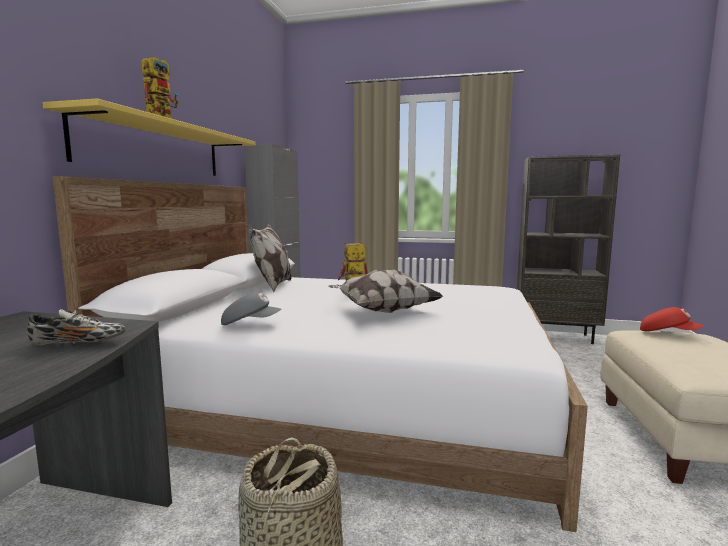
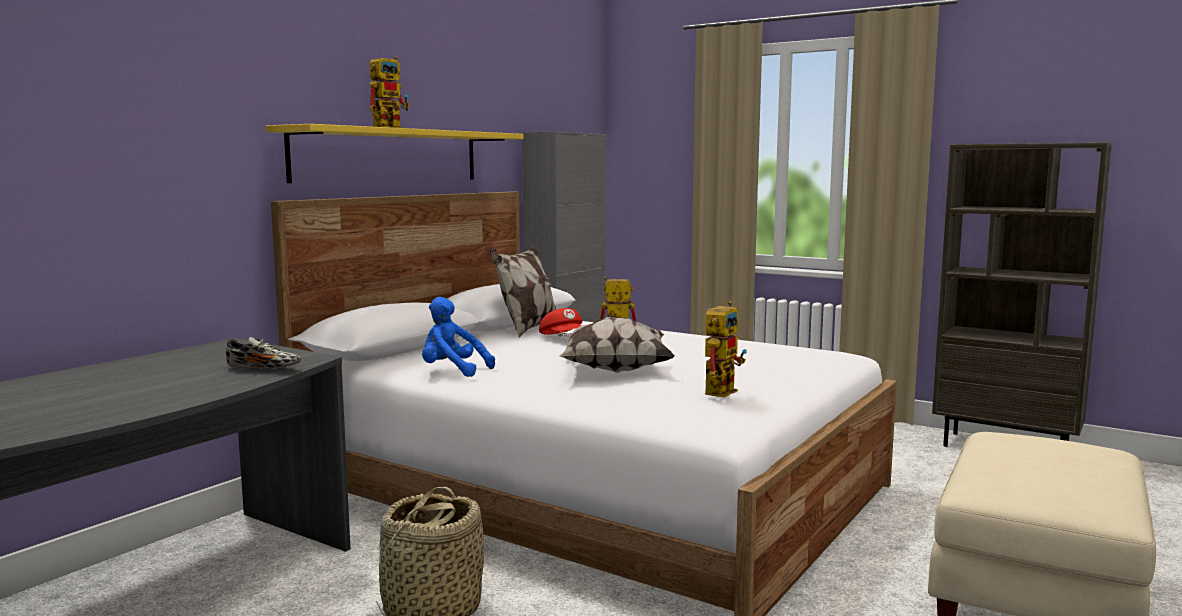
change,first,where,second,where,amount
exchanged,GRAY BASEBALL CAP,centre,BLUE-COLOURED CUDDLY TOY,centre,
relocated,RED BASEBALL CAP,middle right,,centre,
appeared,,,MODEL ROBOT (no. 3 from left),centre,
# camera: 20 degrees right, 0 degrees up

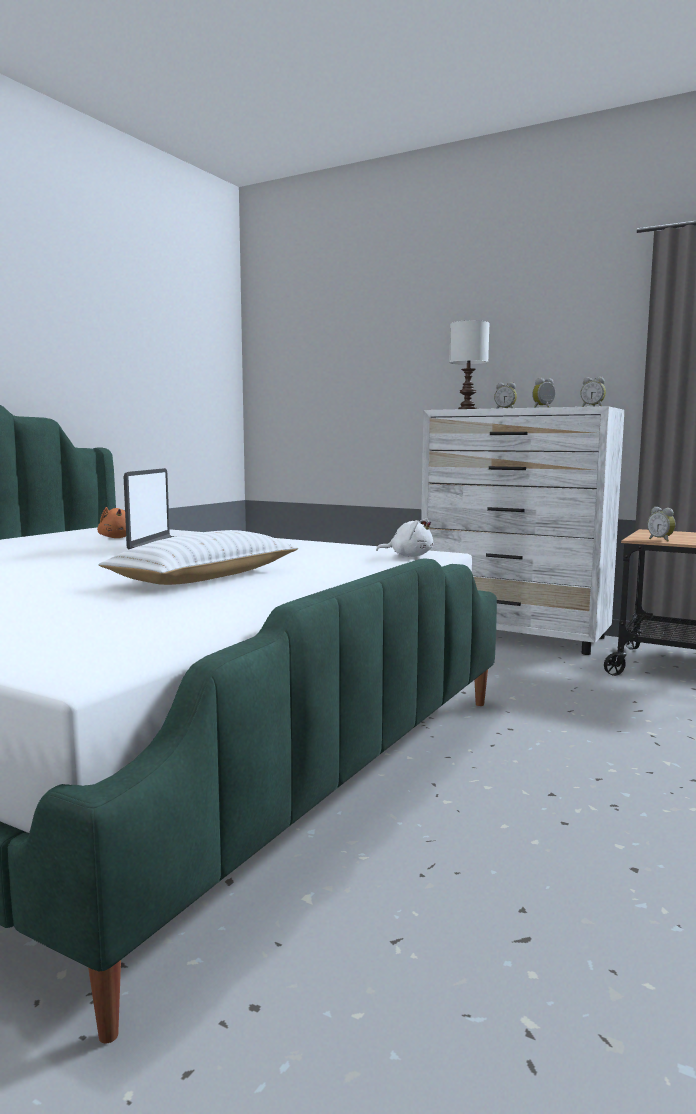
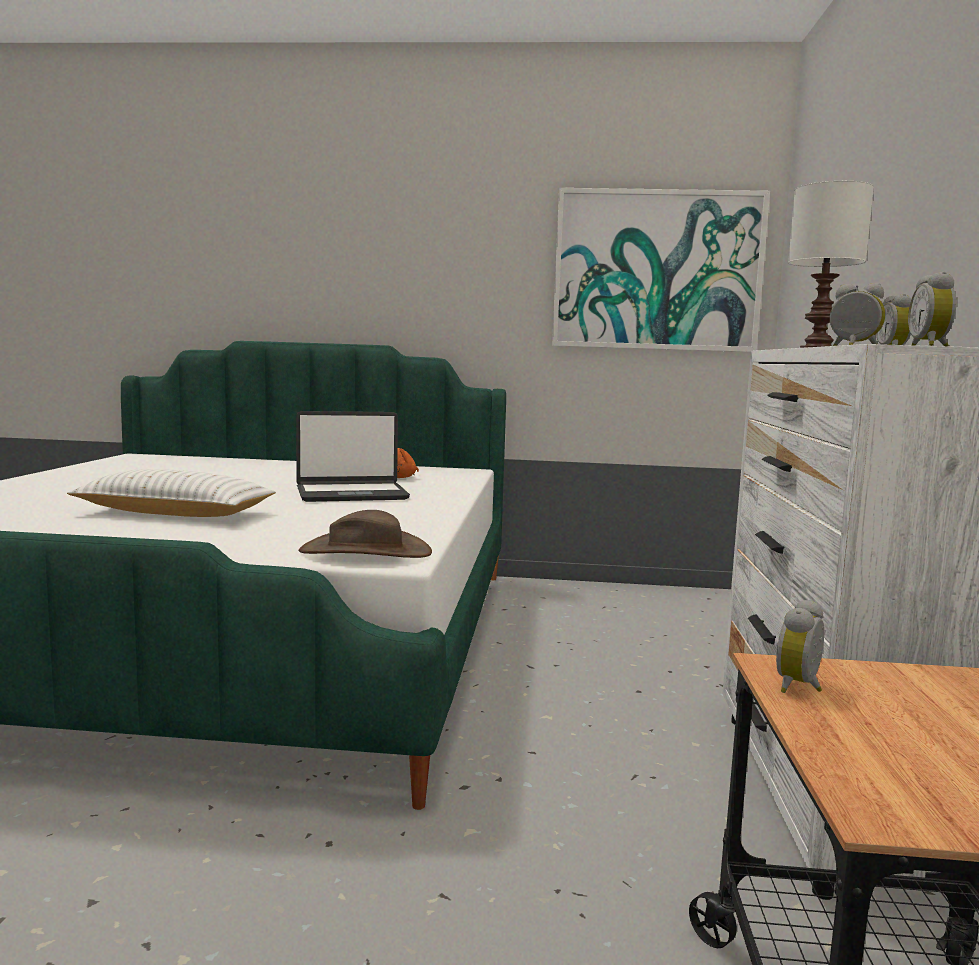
change,first,where,second,where,amount
exchanged,WHITE CUDDLY TOY,centre,BROWNISH WEARABLE HAT,centre,
appeared,,,PICTURE,top right,
# camera: 65 degrees right, 0 degrees up

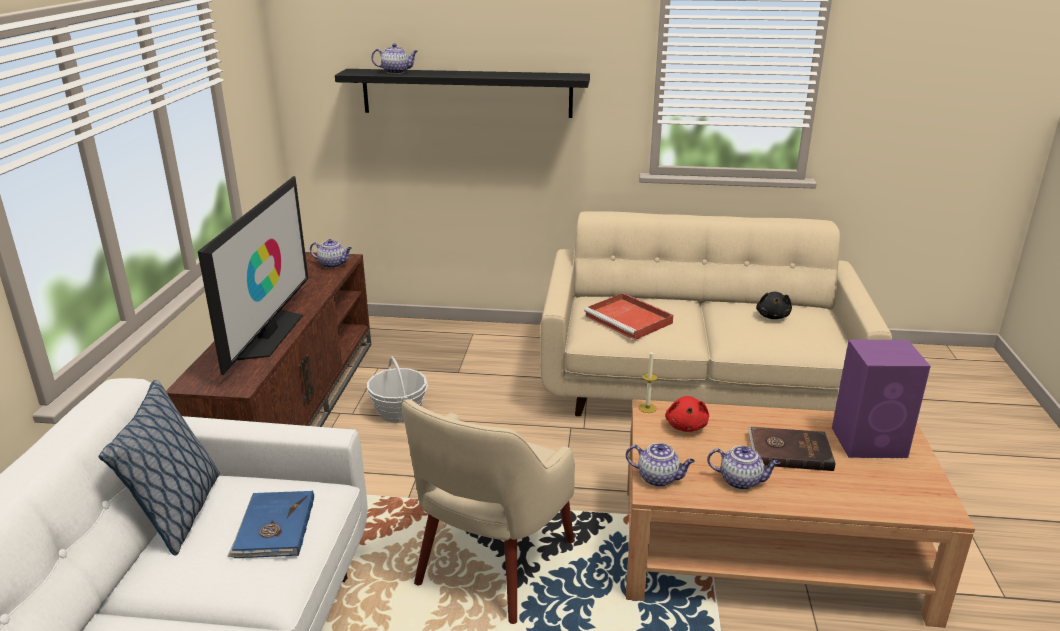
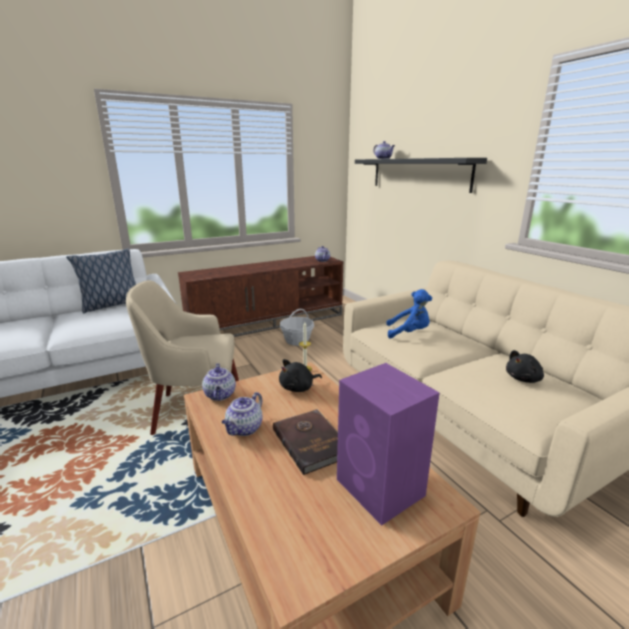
change,first,where,second,where,amount
missing,TV SET,middle left,,,
exchanged,RED TRAY,centre,BLUE-COLOURED CUDDLY TOY,centre,
colour,RED CUDDLY TOY,centre,BLACK CUDDLY TOY (no. 1 from left),centre,
spun,TEAPOT (no. 4 from left in the first image),bottom right,TEAPOT (no. 2 from left),centre,45 degrees clockwise
missing,BLUE-COLOURED BOOK,bottom left,,,
# camera: 55 degrees right, 5 degrees down

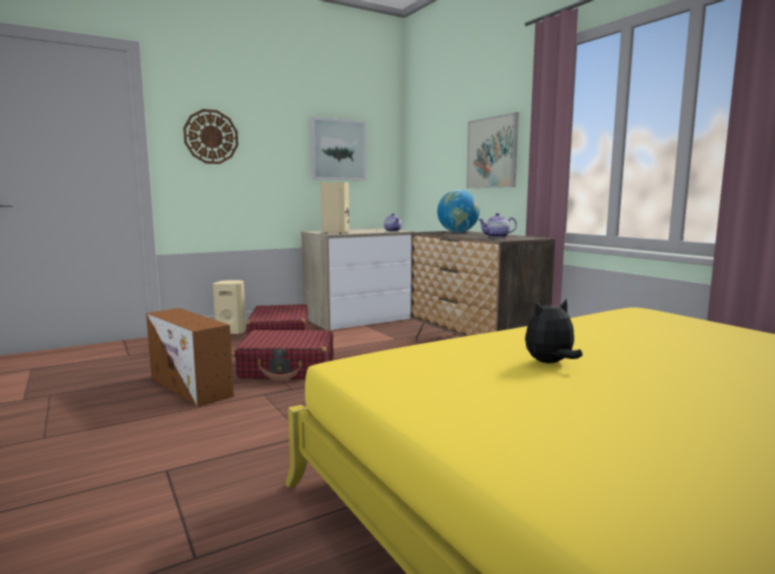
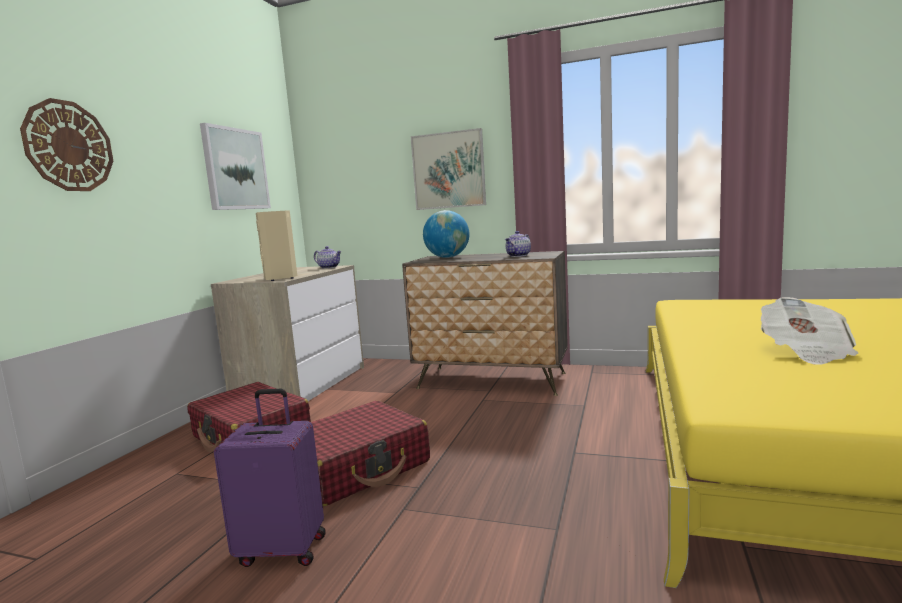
change,first,where,second,where,amount
missing,BEIGE-COLOURED LOUDSPEAKER (no. 1 from left),middle left,,,
exchanged,CUDDLY TOY,middle right,PRINTED PAPER,middle right,
exchanged,BROWNISH STORAGE CONTAINER,middle left,PURPLISH PIECE OF LUGGAGE,bottom left,
# camera: 40 degrees left, 0 degrees up

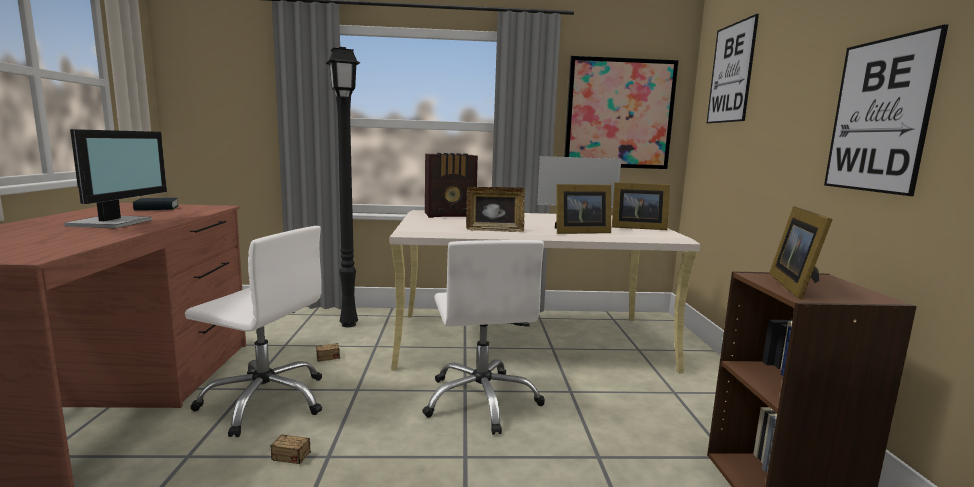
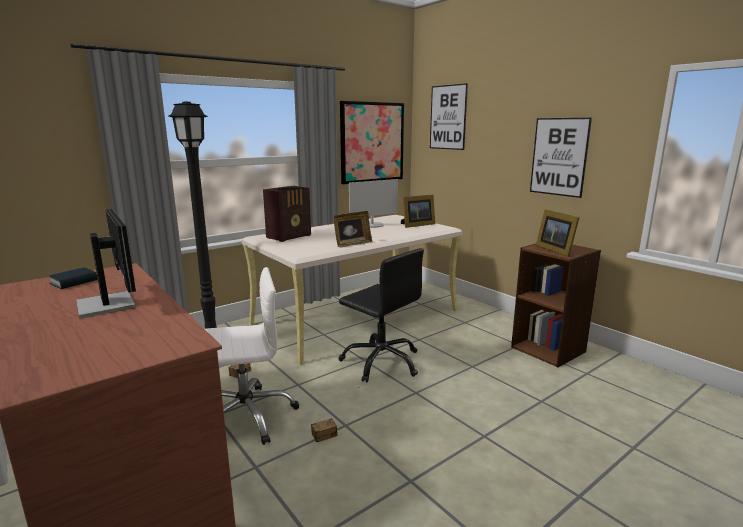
change,first,where,second,where,amount
missing,PICTURE FRAME (no. 2 from left),centre,,,
colour,WHITE COMPUTER CHAIR (no. 2 from left),bottom centre,BLACK COMPUTER CHAIR,centre,
# camera: 35 degrees left, 5 degrees up

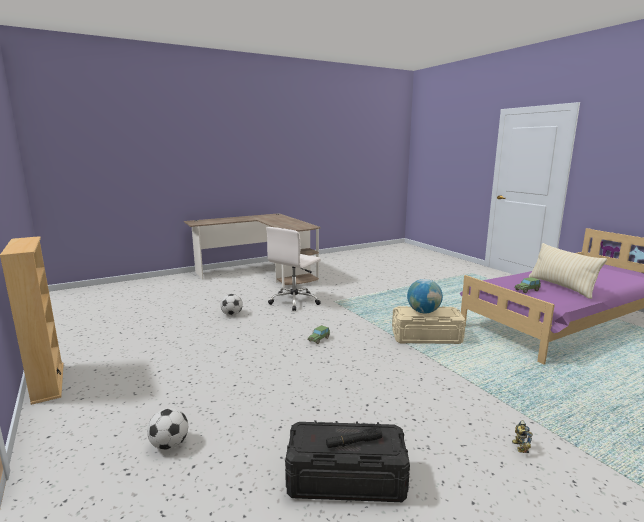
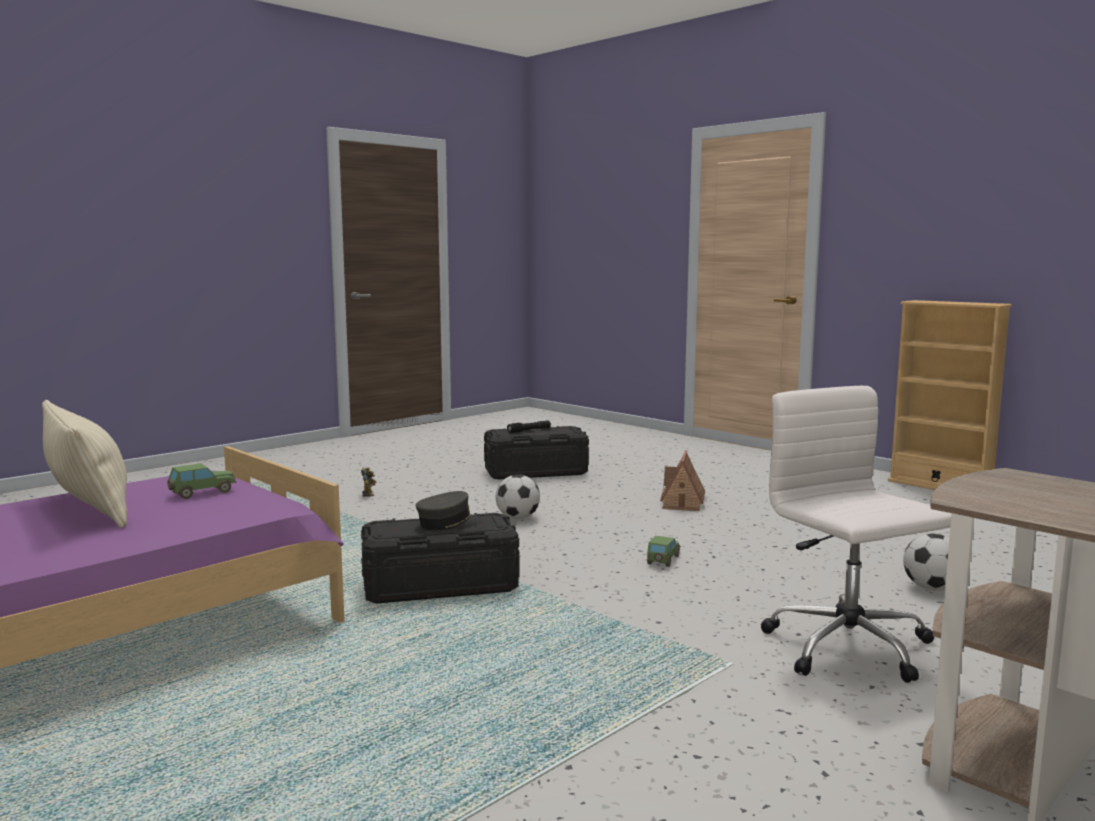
change,first,where,second,where,amount
spun,WHITE COMPUTER CHAIR,centre,,middle right,45 degrees counterclockwise
exchanged,WORLD GLOBE,centre,GRAY BASEBALL CAP,centre,
colour,BEIGE-COLOURED STORAGE CONTAINER,centre,BLACK STORAGE CONTAINER (no. 1 from left),bottom centre,
relocated,BALL FOR FOOTBALL (no. 1 from left),bottom left,,centre,
appeared,,,MODEL HOUSE,centre,
# camera: 165 degrees right, 5 degrees down

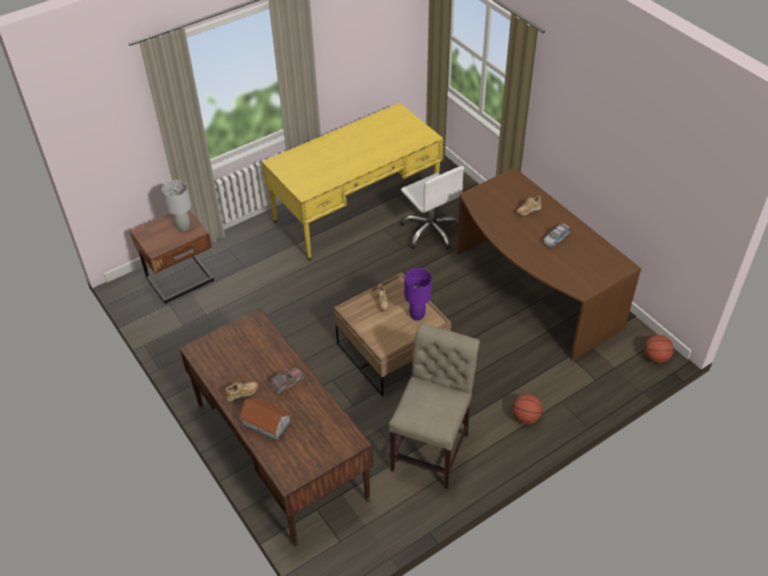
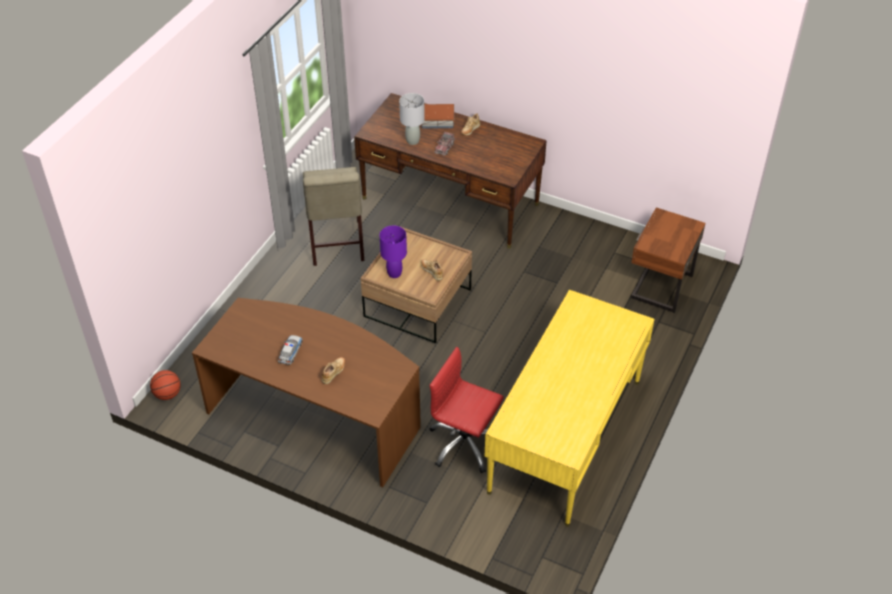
change,first,where,second,where,amount
colour,WHITE COMPUTER CHAIR,centre,RED COMPUTER CHAIR,bottom centre,
relocated,GRAY TABLE LAMP,middle left,,top centre,
missing,BALL FOR BASKETBALL (no. 1 from left),bottom right,,,
# camera: 150 degrees right, 0 degrees up

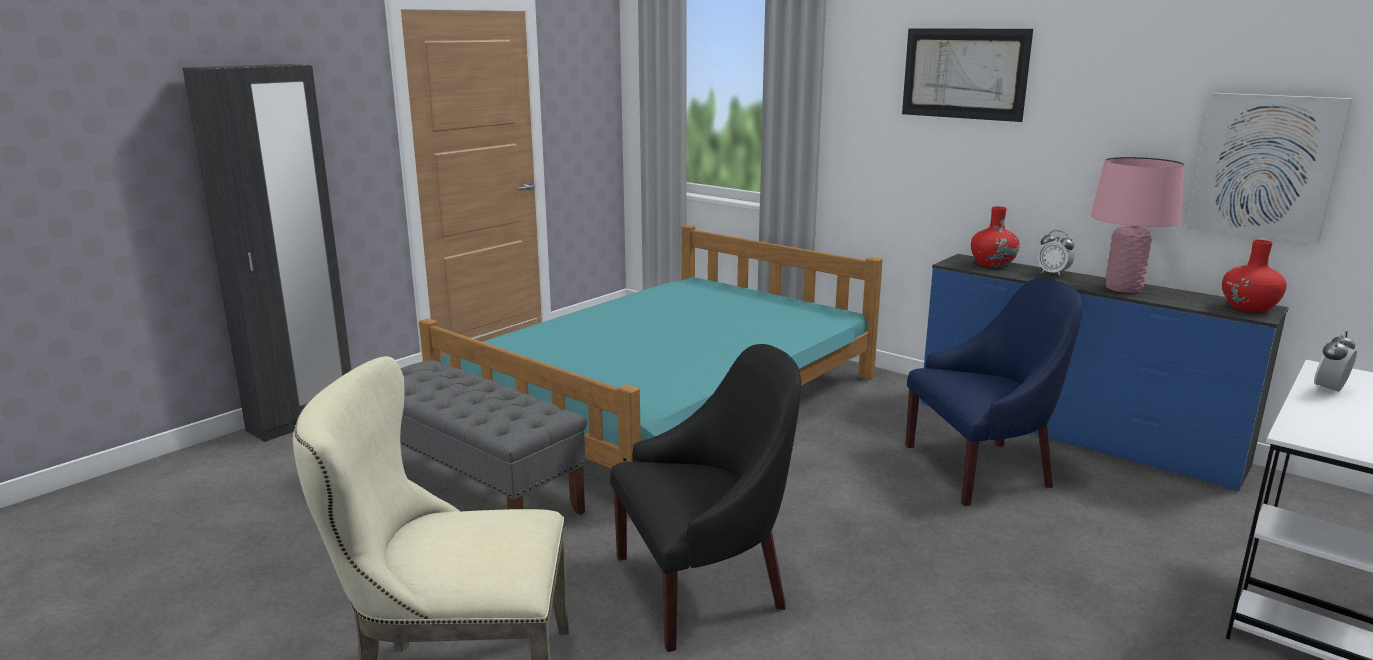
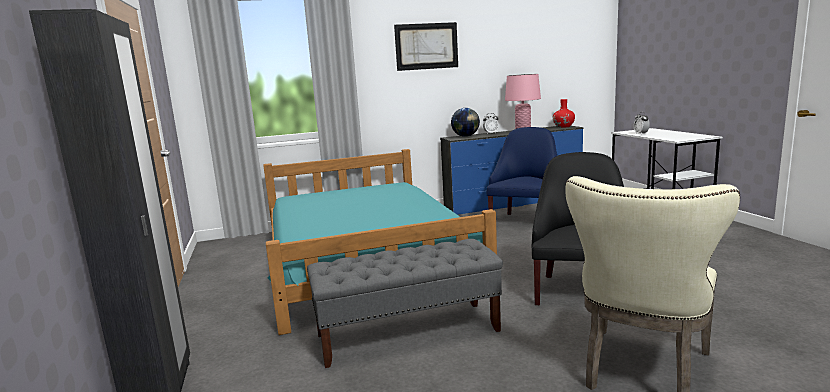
change,first,where,second,where,amount
missing,PICTURE (no. 2 from left),top right,,,
exchanged,RED VASE (no. 1 from left),middle right,WORLD GLOBE,top centre,
# camera: 55 degrees left, 5 degrees down

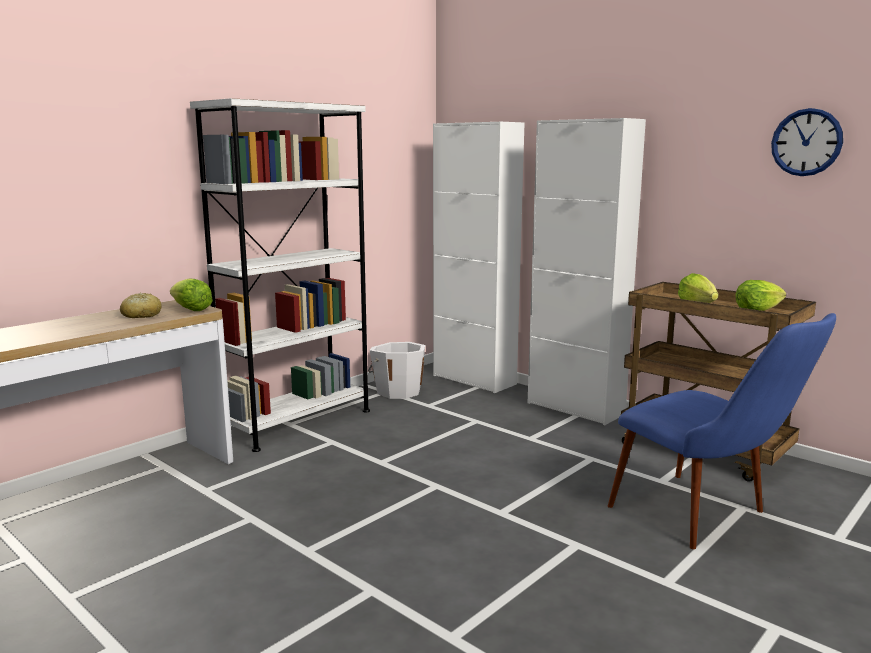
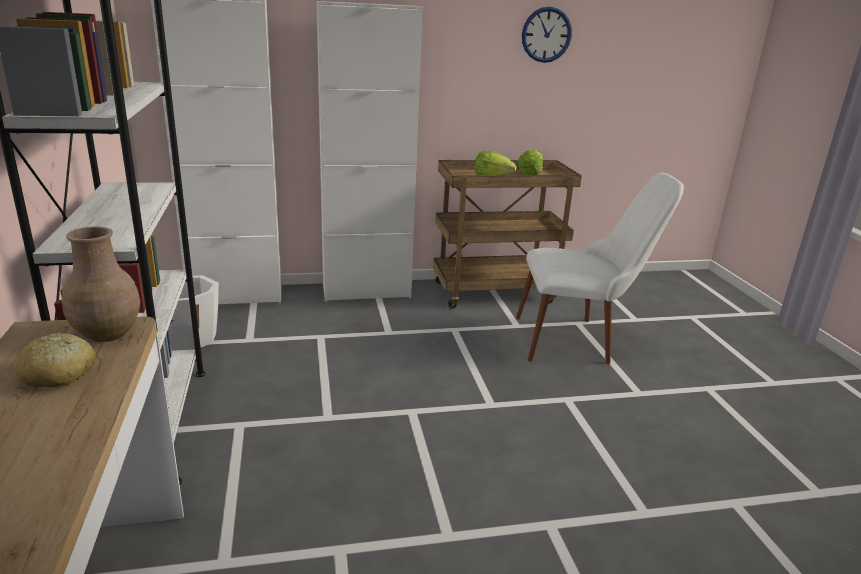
change,first,where,second,where,amount
exchanged,HEAD OF LETTUCE (no. 1 from left),middle left,BROWNISH VASE,middle left,
colour,BLUE-COLOURED UPRIGHT CHAIR,middle right,WHITE UPRIGHT CHAIR,middle right,
# camera: 55 degrees left, 10 degrees up

